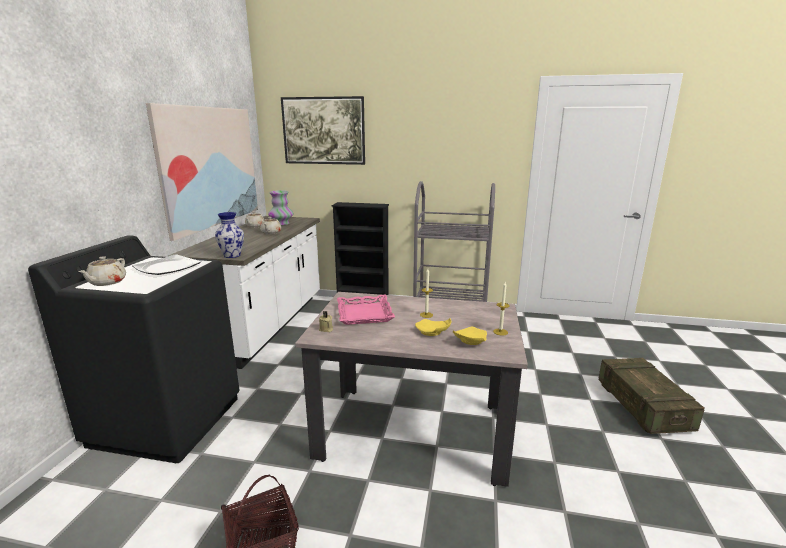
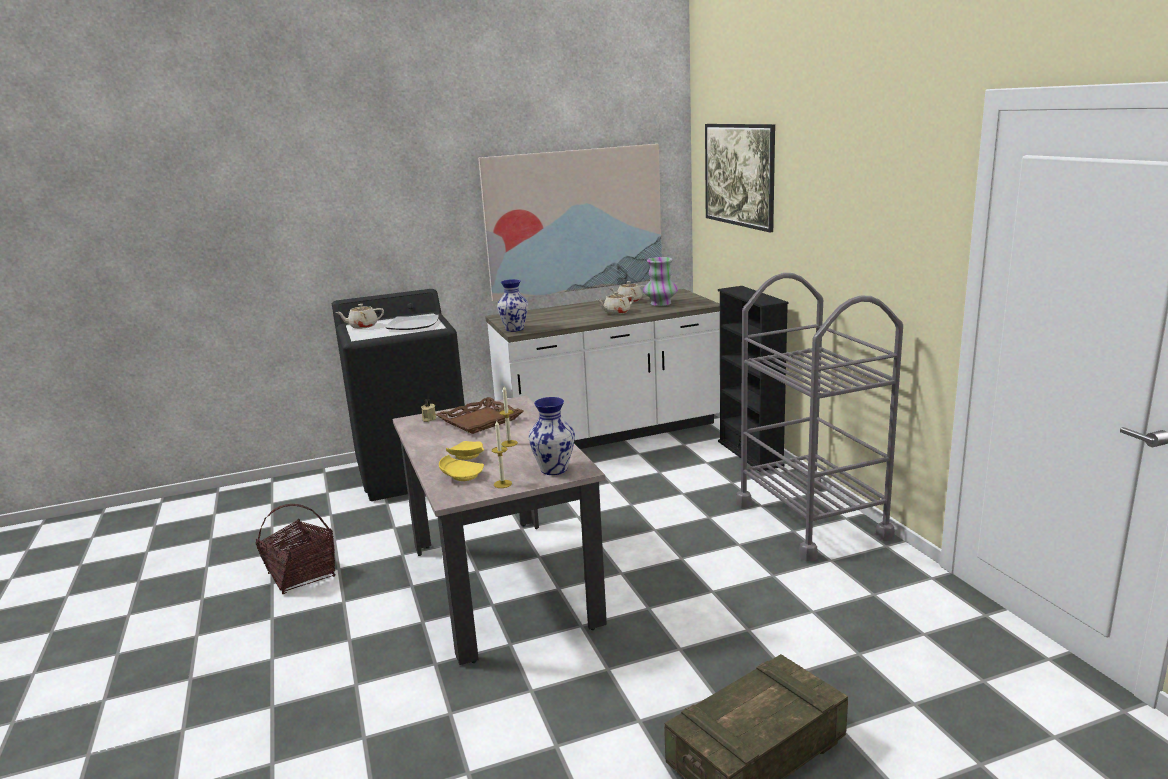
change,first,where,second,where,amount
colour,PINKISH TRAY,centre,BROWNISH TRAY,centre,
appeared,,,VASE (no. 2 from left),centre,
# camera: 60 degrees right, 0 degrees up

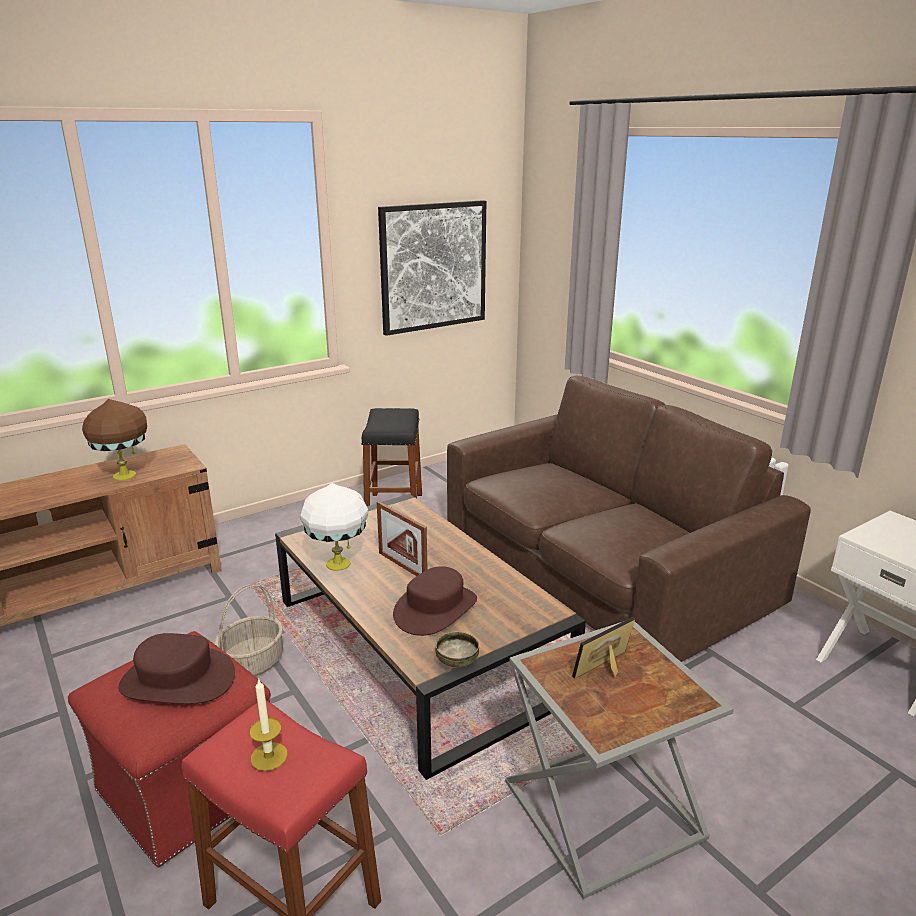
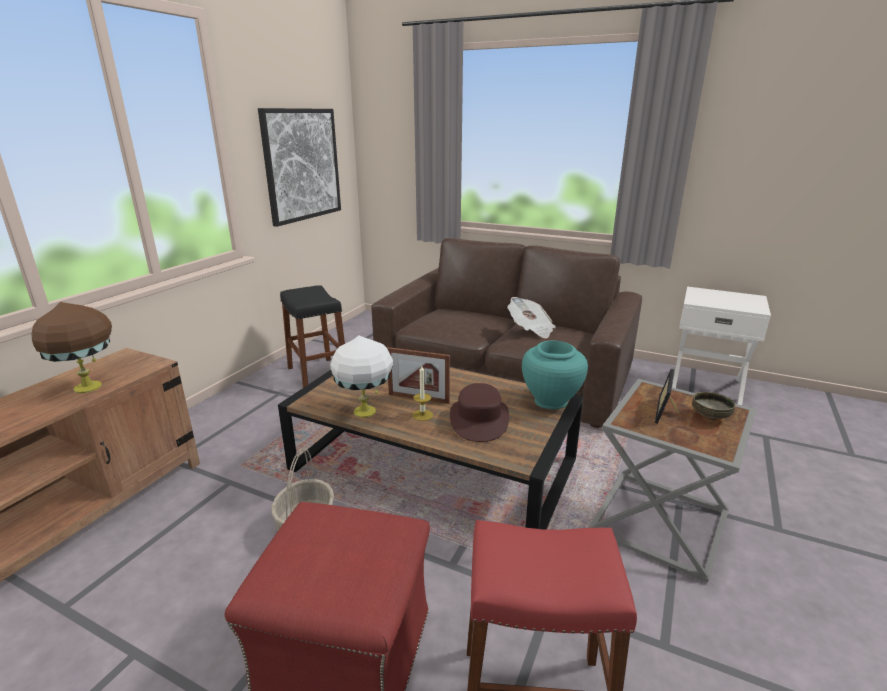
change,first,where,second,where,amount
relocated,SERVING BOWL,bottom centre,,middle right,
missing,BROWNISH WEARABLE HAT (no. 1 from left),bottom left,,,
relocated,WAX CANDLE,bottom left,,centre,
appeared,,,PRINTED PAPER,centre,
appeared,,,TURQUOISE VASE,centre,
# camera: 30 degrees left, 0 degrees up

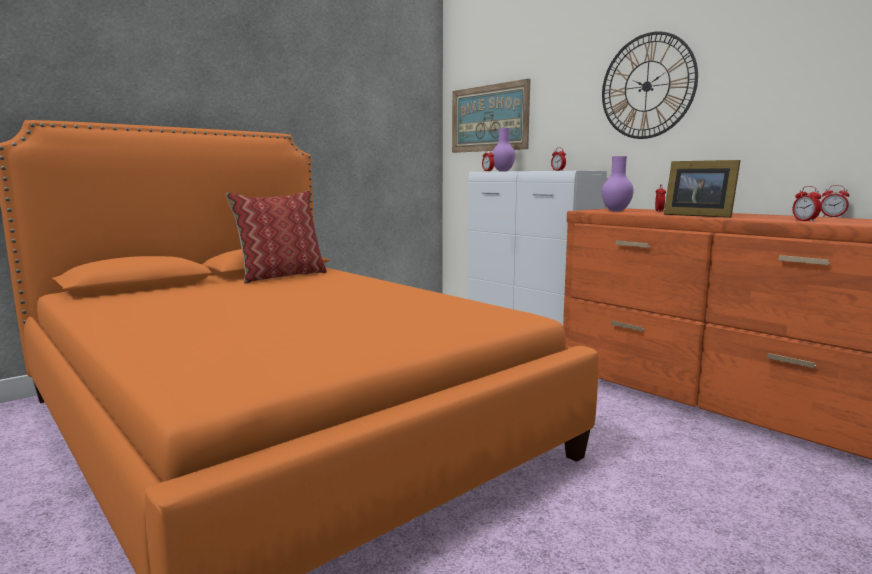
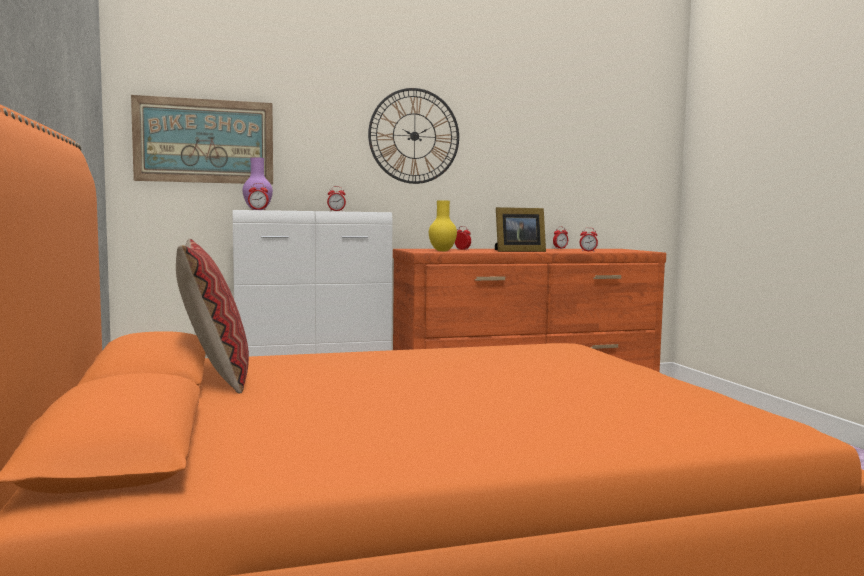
change,first,where,second,where,amount
colour,PURPLISH VASE (no. 2 from left),top right,YELLOW VASE,centre,
# camera: 65 degrees left, 5 degrees down

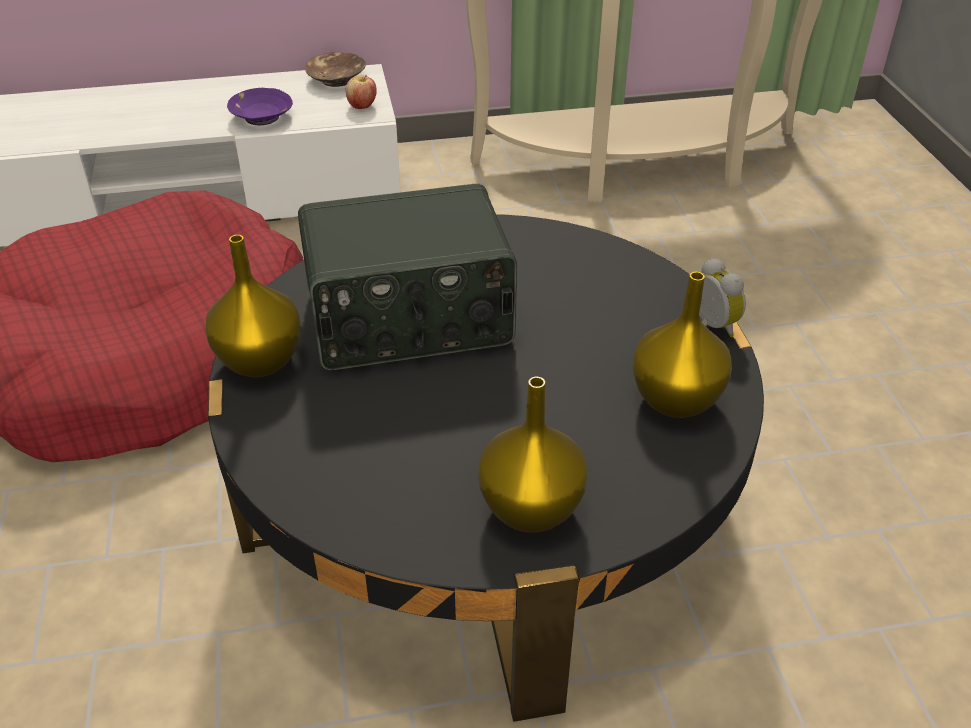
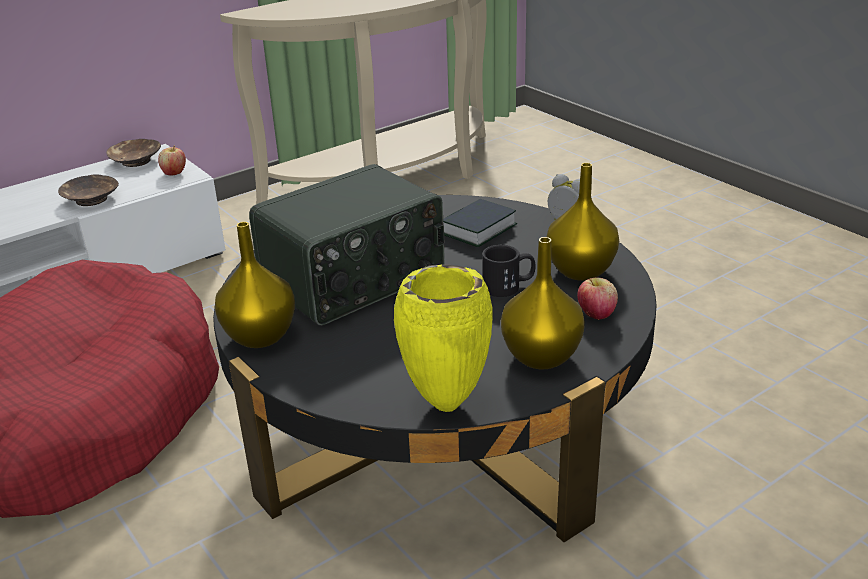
change,first,where,second,where,amount
colour,PURPLISH SERVING BOWL,top left,BROWNISH SERVING BOWL (no. 1 from left),top left,
appeared,,,BOOK,centre,
appeared,,,BLACK TEA MUG,centre,
appeared,,,YELLOW VASE (no. 2 from left),centre,
appeared,,,APPLE FRUIT (no. 2 from left),middle right,
# camera: 25 degrees left, 10 degrees down

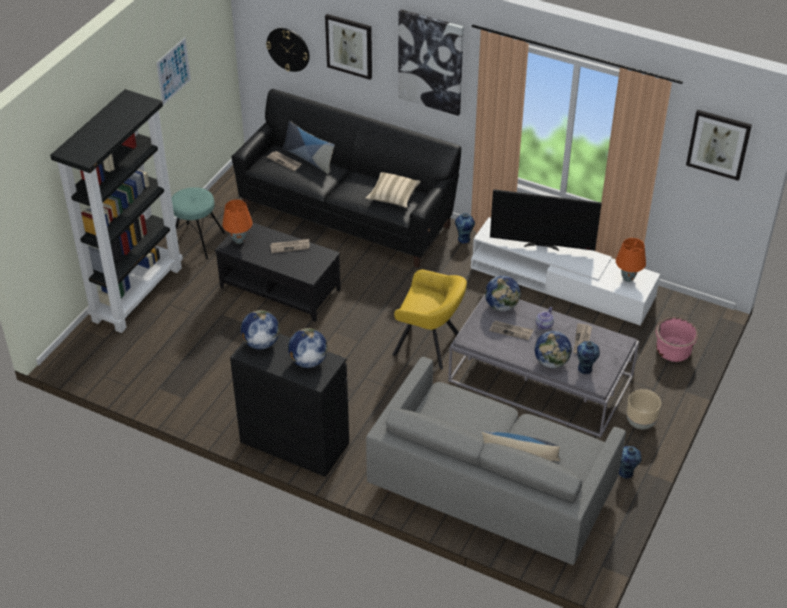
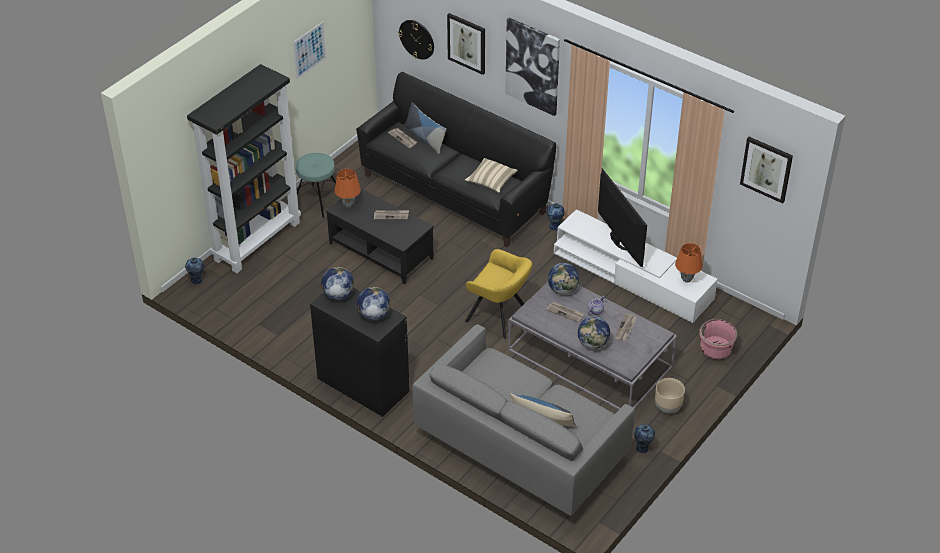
change,first,where,second,where,amount
spun,TV SET,middle right,,centre,135 degrees counterclockwise
relocated,VASE (no. 2 from left in the first image),middle right,VASE (no. 1 from left),middle left,
# camera: 10 degrees right, 0 degrees up

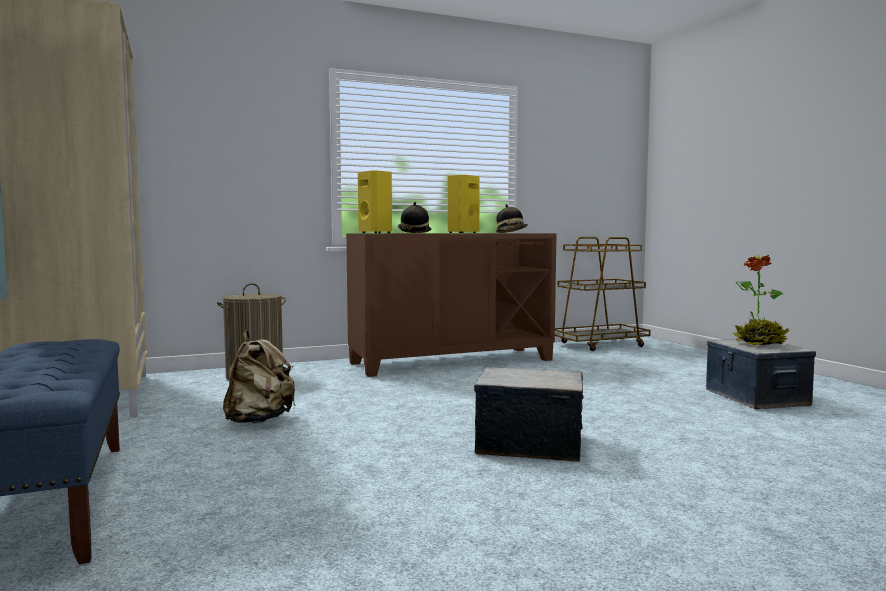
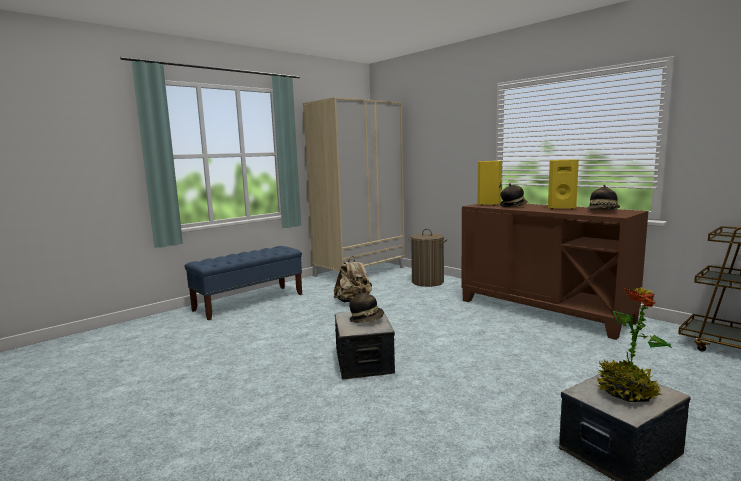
change,first,where,second,where,amount
appeared,,,WEARABLE HAT (no. 1 from left),centre,
# camera: 70 degrees right, 5 degrees up

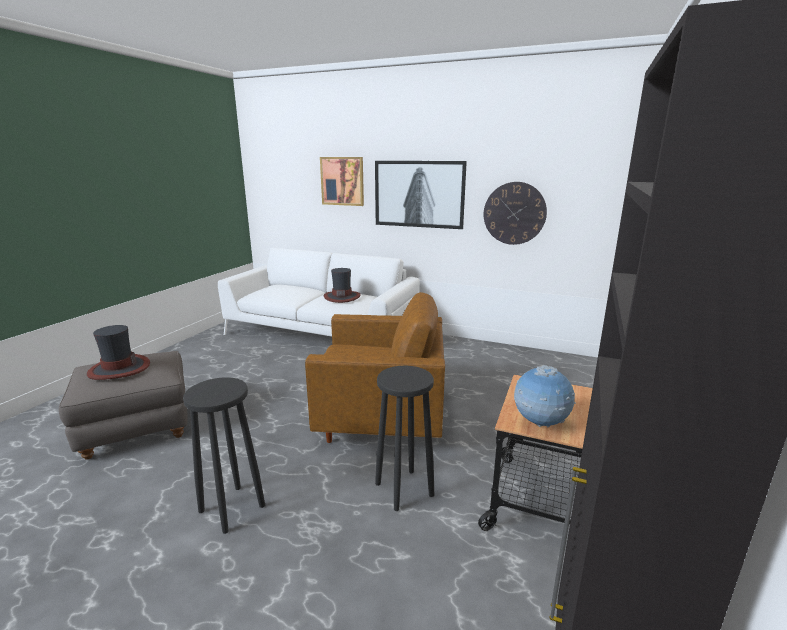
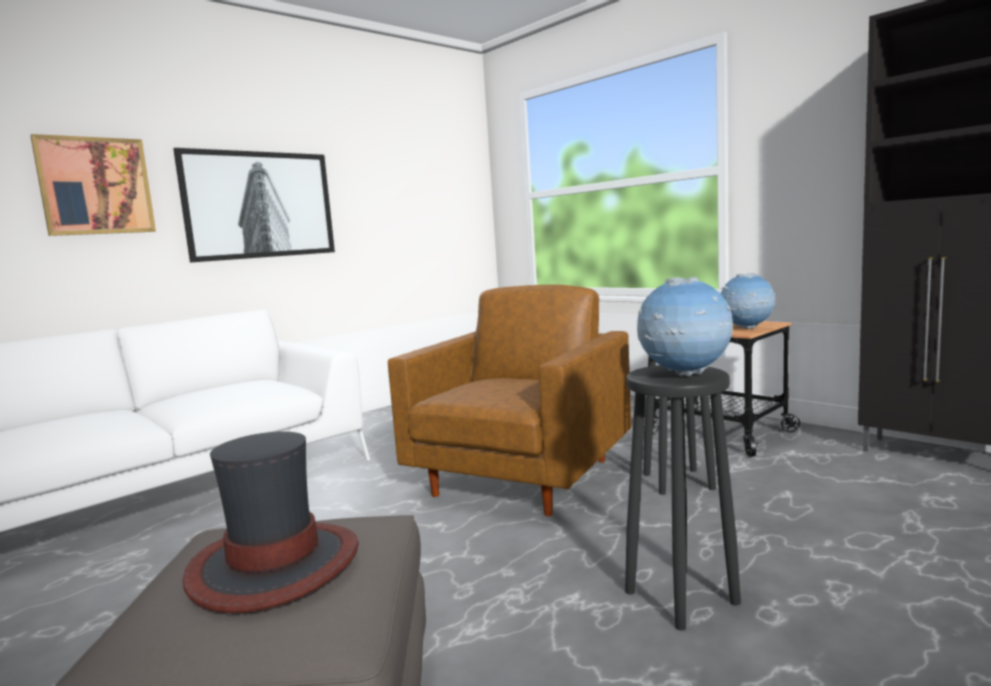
change,first,where,second,where,amount
missing,WALL CLOCK,centre,,,
missing,WEARABLE HAT (no. 2 from left),centre,,,
appeared,,,WORLD GLOBE (no. 1 from left),middle right,
# camera: 65 degrees left, 10 degrees down

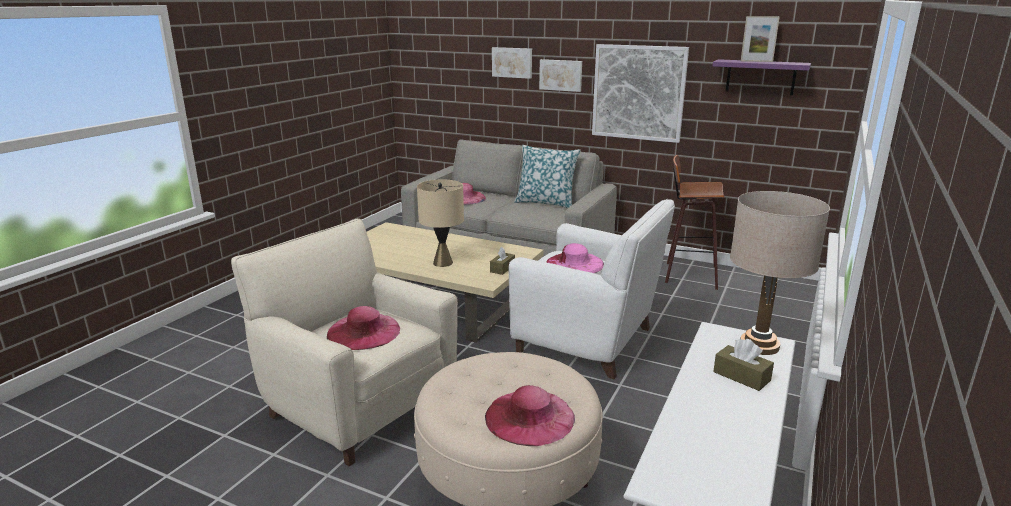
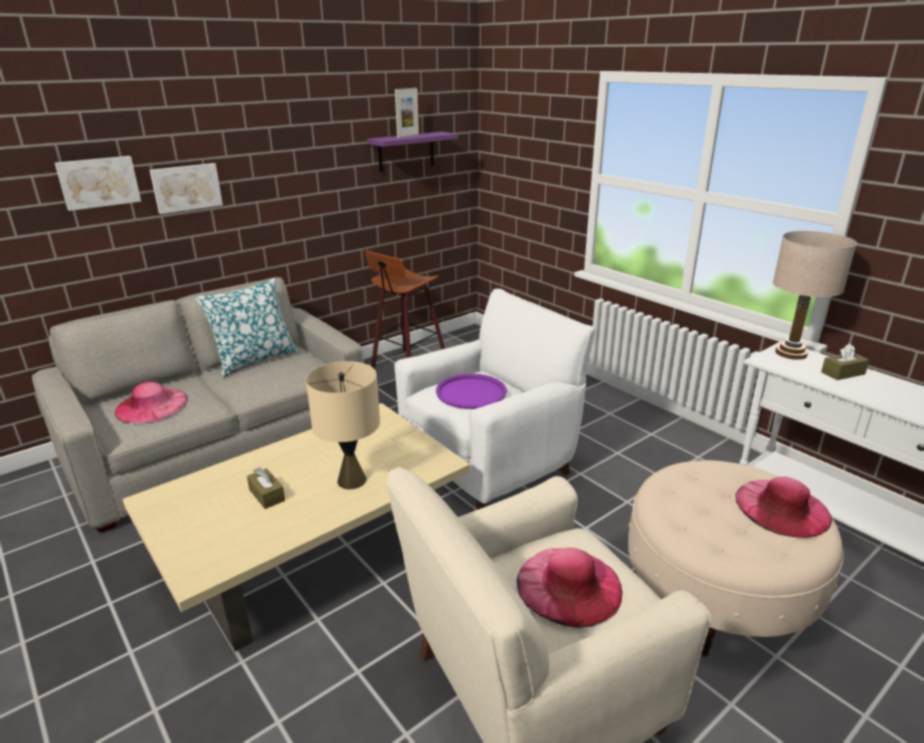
change,first,where,second,where,amount
missing,PICTURE (no. 3 from left),top centre,,,
exchanged,PINKISH WEARABLE HAT (no. 4 from left),centre,PURPLISH TRAY,centre,
relocated,BROWNISH TISSUE BOX (no. 1 from left),centre,,middle left,
# camera: 65 degrees left, 5 degrees up

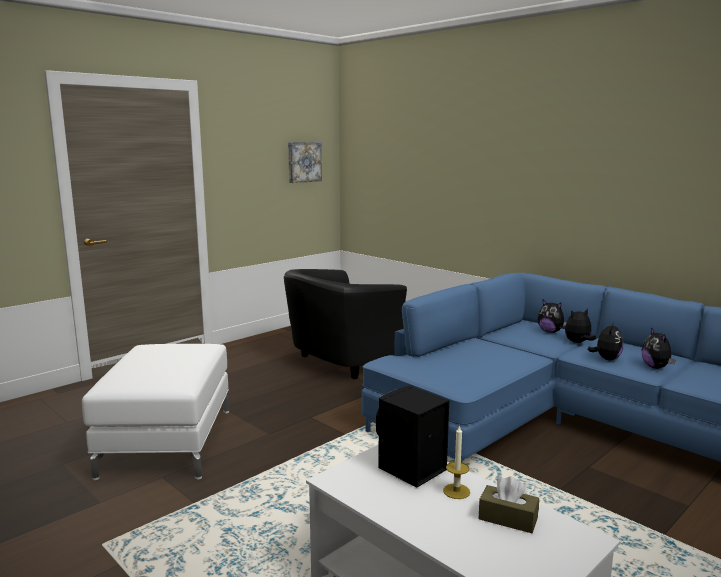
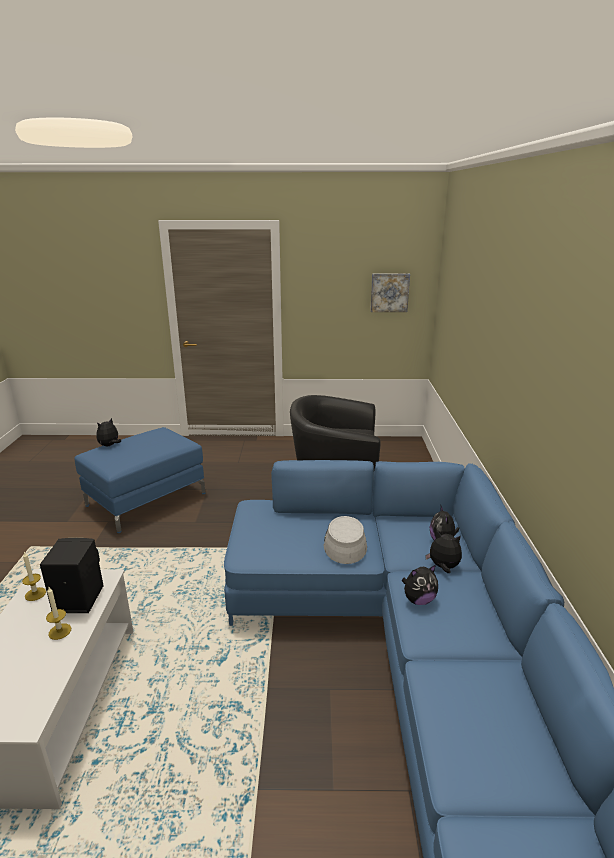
change,first,where,second,where,amount
relocated,CUDDLY TOY (no. 4 from left in the first image),middle right,CUDDLY TOY (no. 1 from left),middle left,
colour,WHITE OTTOMAN,bottom left,BLUE-COLOURED OTTOMAN,middle left,
missing,BROWNISH TISSUE BOX,bottom right,,,
appeared,,,GRAY WEARABLE HAT,centre,
appeared,,,WAX CANDLE (no. 1 from left),bottom left,
# camera: 45 degrees right, 10 degrees up

